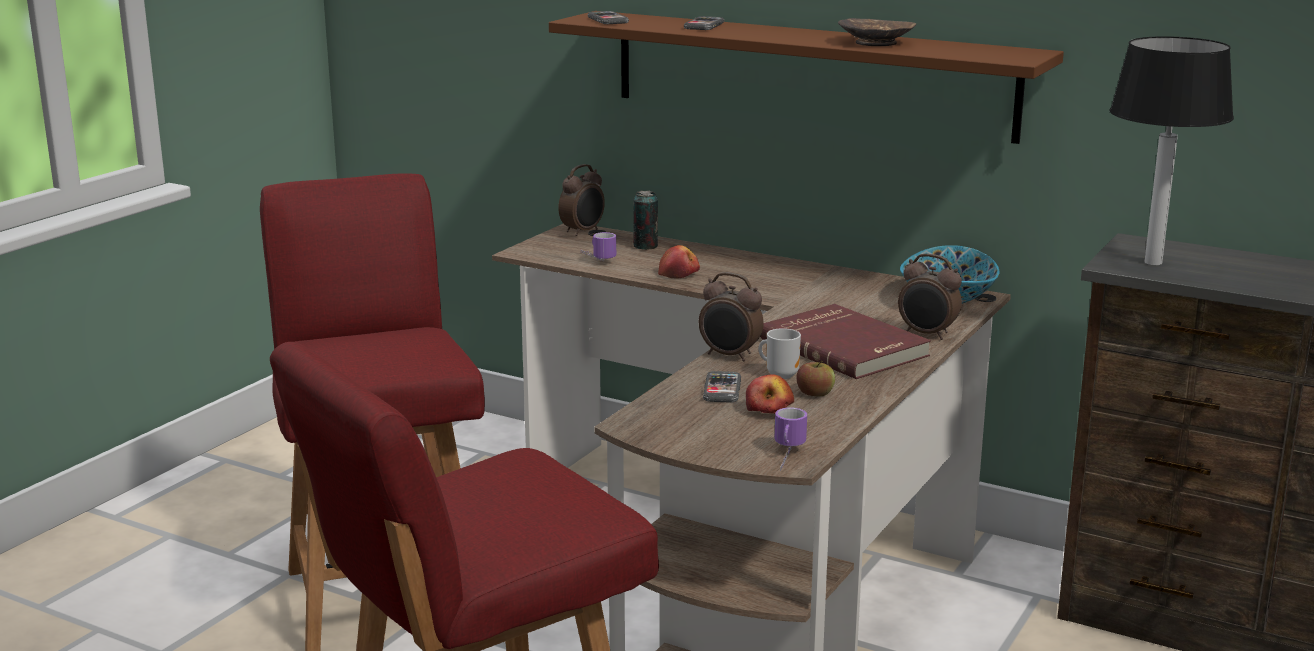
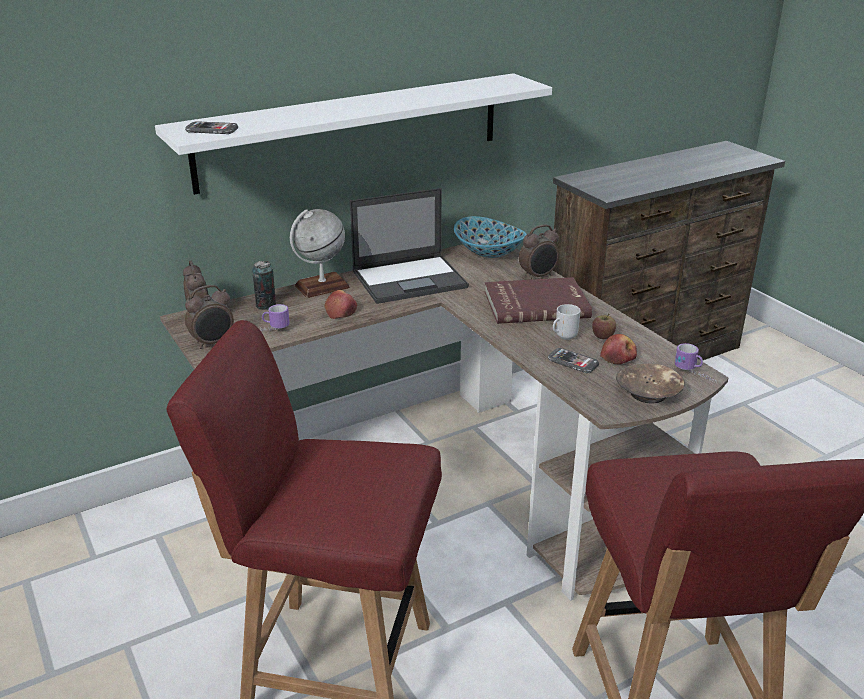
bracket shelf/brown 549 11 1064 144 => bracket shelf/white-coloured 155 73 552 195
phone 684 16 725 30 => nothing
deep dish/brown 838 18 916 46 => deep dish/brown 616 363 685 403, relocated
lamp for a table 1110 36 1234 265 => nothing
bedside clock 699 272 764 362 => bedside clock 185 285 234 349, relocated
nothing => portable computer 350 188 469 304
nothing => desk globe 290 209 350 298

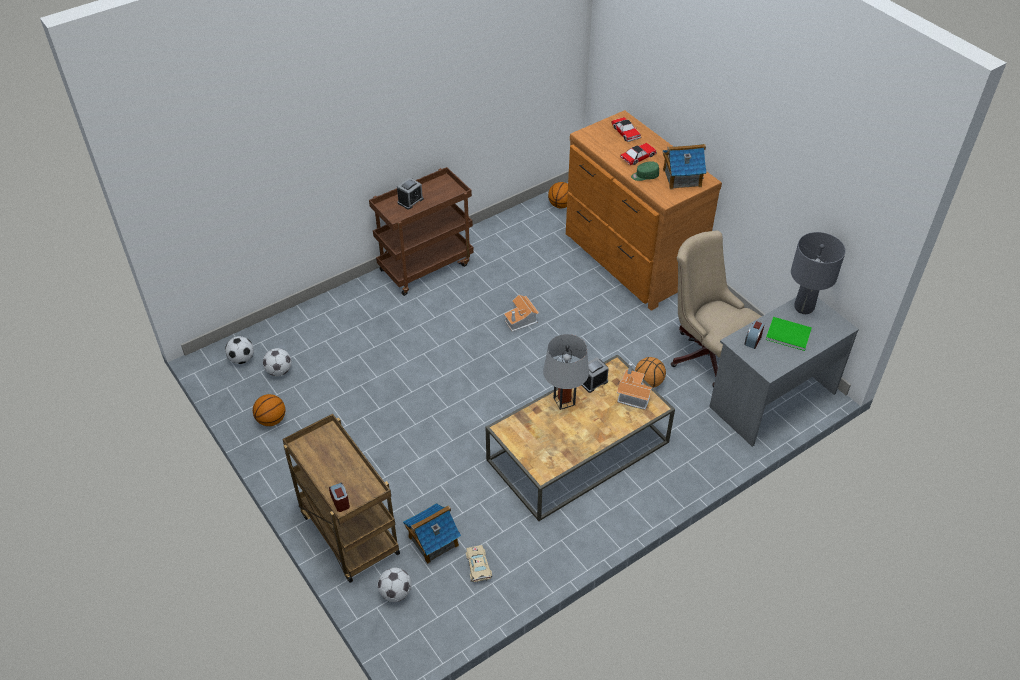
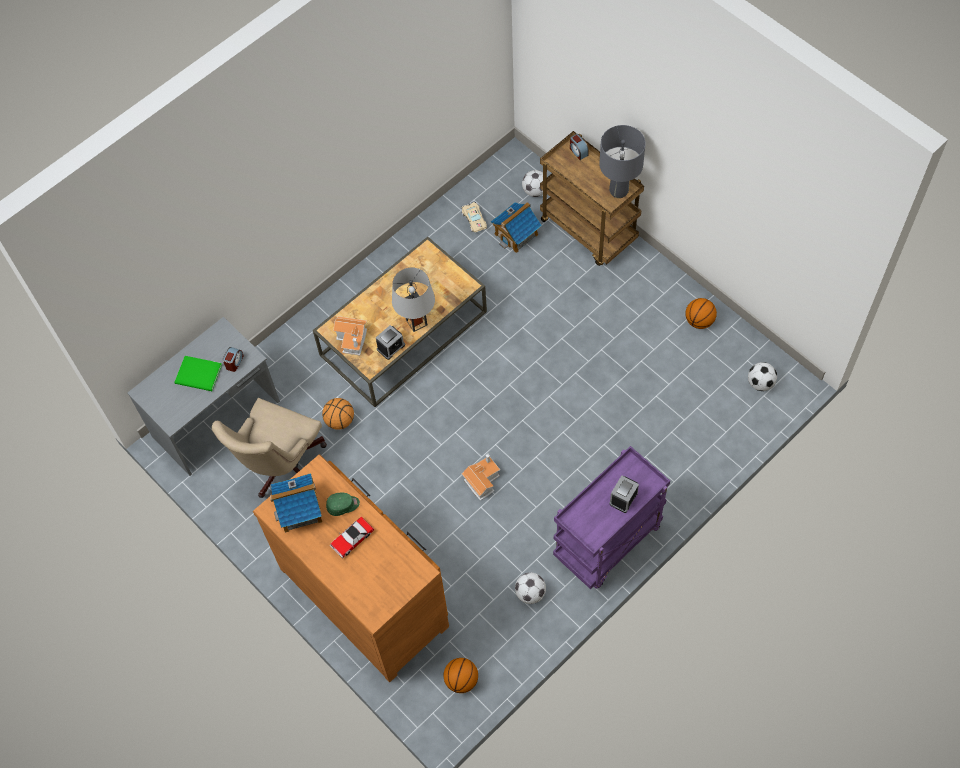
model car 611 117 641 142 => nothing
trolley/brown 369 167 474 296 => trolley/purple-coloured 553 446 670 589
computer chair/sand-coloured 671 231 762 387 => computer chair/sand-coloured 212 398 327 498, 75 degrees clockwise
lamp for a table/greyish 791 232 846 314 => lamp for a table/greyish 599 125 646 198, relocated
football 263 348 292 376 => football 515 572 546 604, relocated

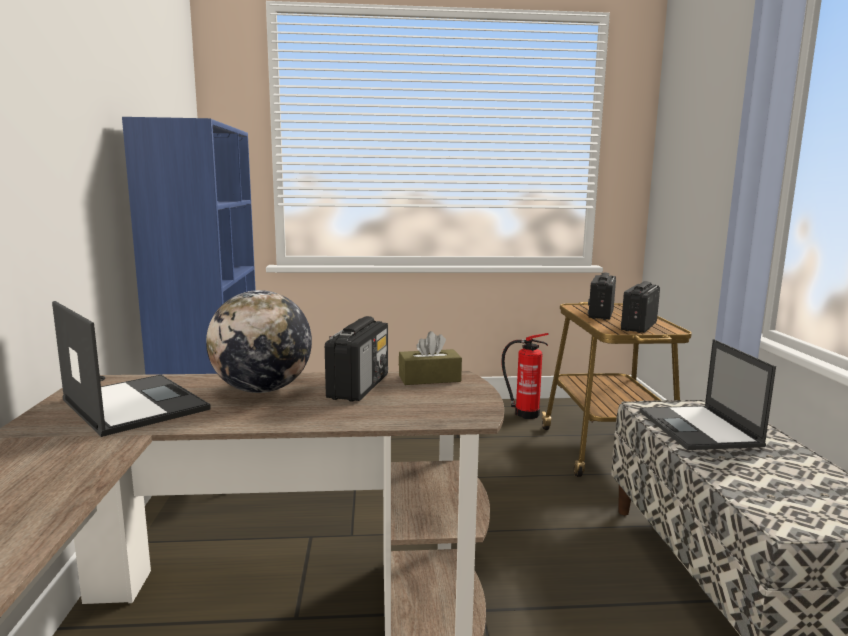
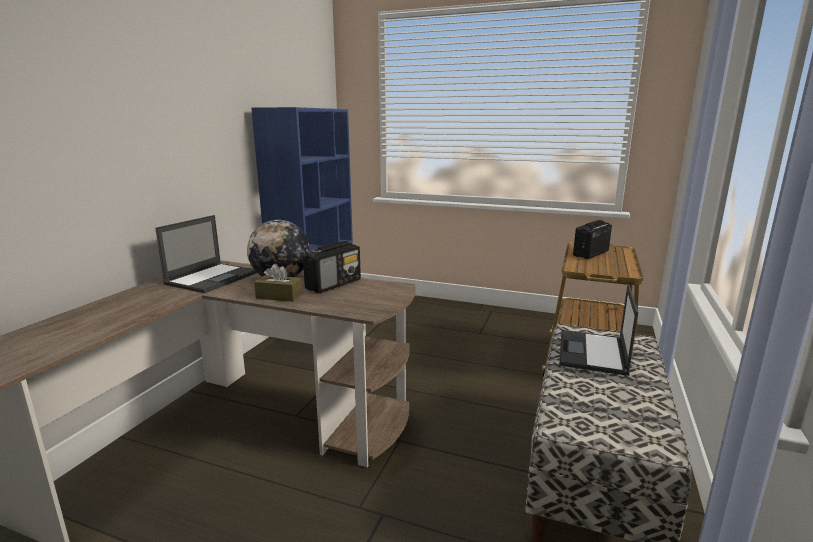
radio receiver 621 281 660 333 => nothing
portable computer 52 301 211 437 => portable computer 155 215 257 293, 45 degrees clockwise
box of tissues/brown 399 331 462 385 => box of tissues/brown 254 264 302 302, relocated
extinguisher 501 333 549 419 => nothing

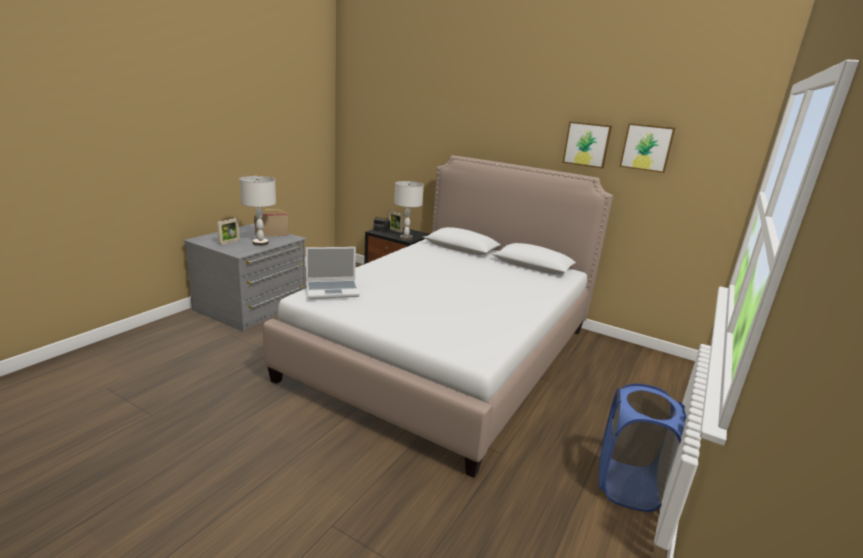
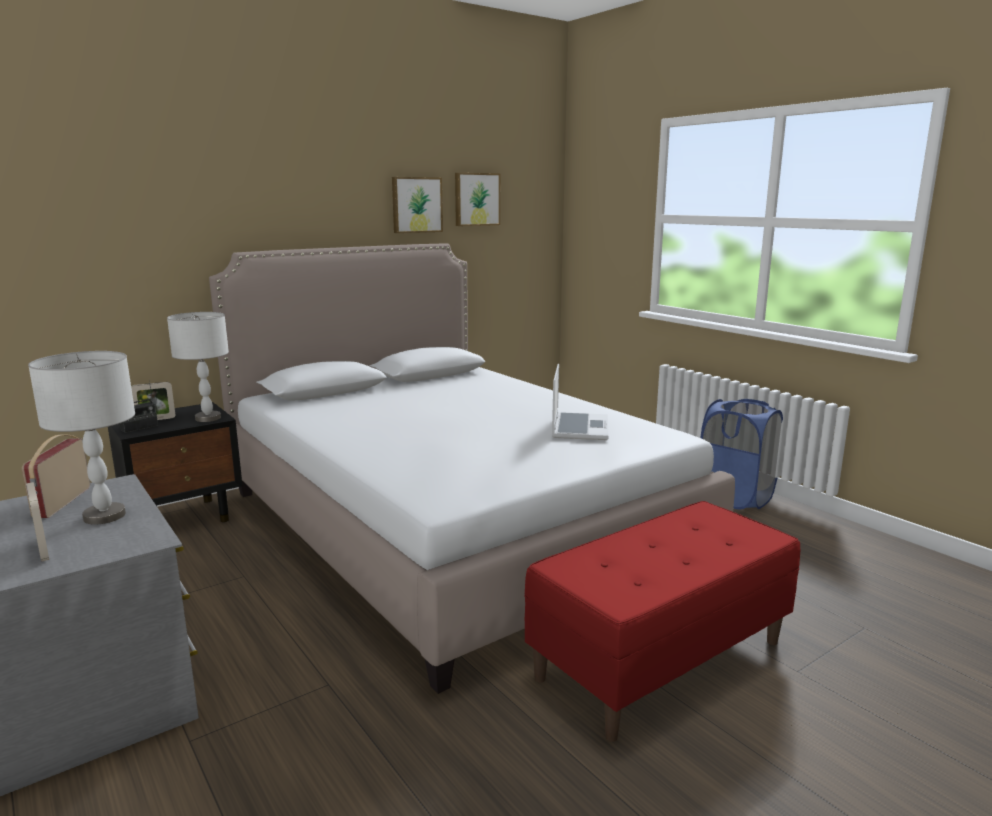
portable computer 306 247 360 299 => portable computer 552 364 608 440, relocated
nothing => long seat/red 524 501 800 742

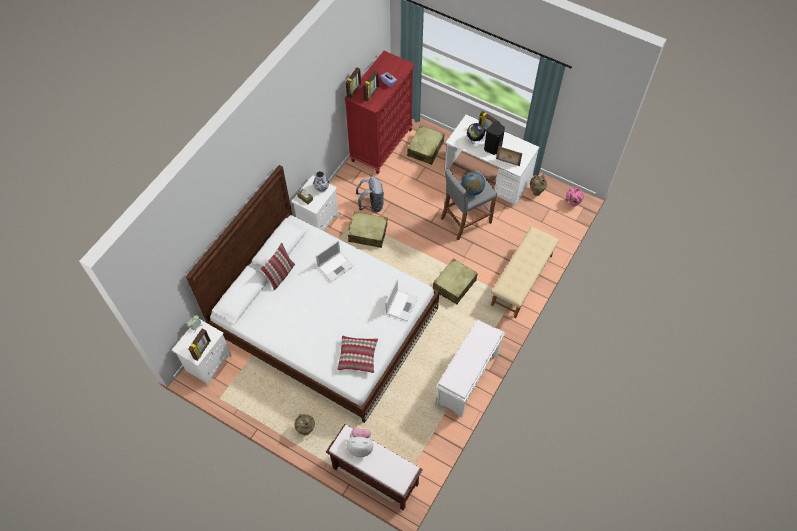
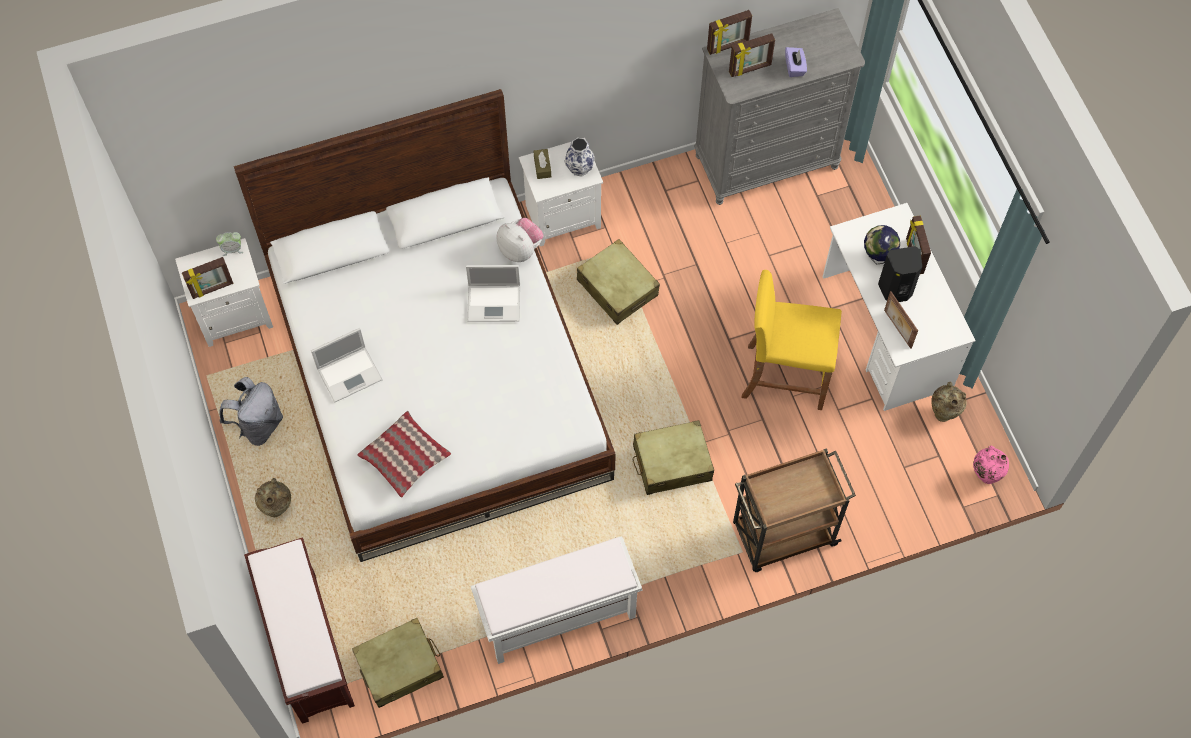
drawer chest/red 344 51 415 174 => drawer chest/greyish 694 8 865 205
travel case/sand-coloured 407 125 444 165 => travel case/sand-coloured 352 618 444 708, relocated
sitting stool/greyish 441 169 497 241 => sitting stool/yellow-coloured 741 270 842 410
desk globe 461 172 485 196 => nothing
backpack/greyish 356 176 384 213 => backpack/greyish 219 377 283 446, relocated
long seat/sand-coloured 491 227 559 318 => trolley/brown 733 448 856 572
throw pillow 260 243 295 290 => nothing
portable computer 385 279 418 321 => portable computer 311 328 383 403, relocated
soft toy 347 429 373 457 => soft toy 497 218 544 262, relocated

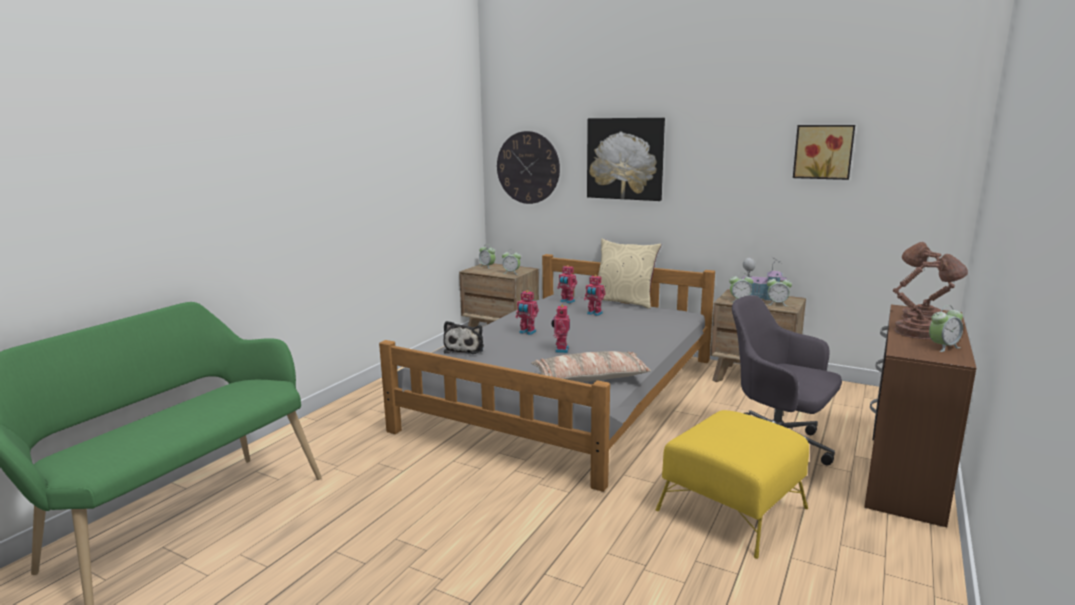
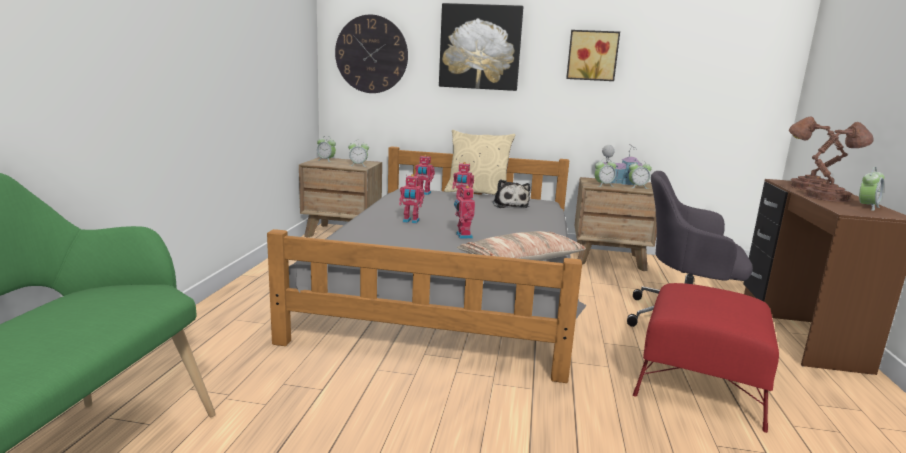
wall art 793 125 855 180 => wall art 566 30 620 81, relocated
soft toy 444 321 484 354 => soft toy 493 179 530 208, relocated
footrest/yellow-coloured 656 410 809 559 => footrest/red 633 283 779 433

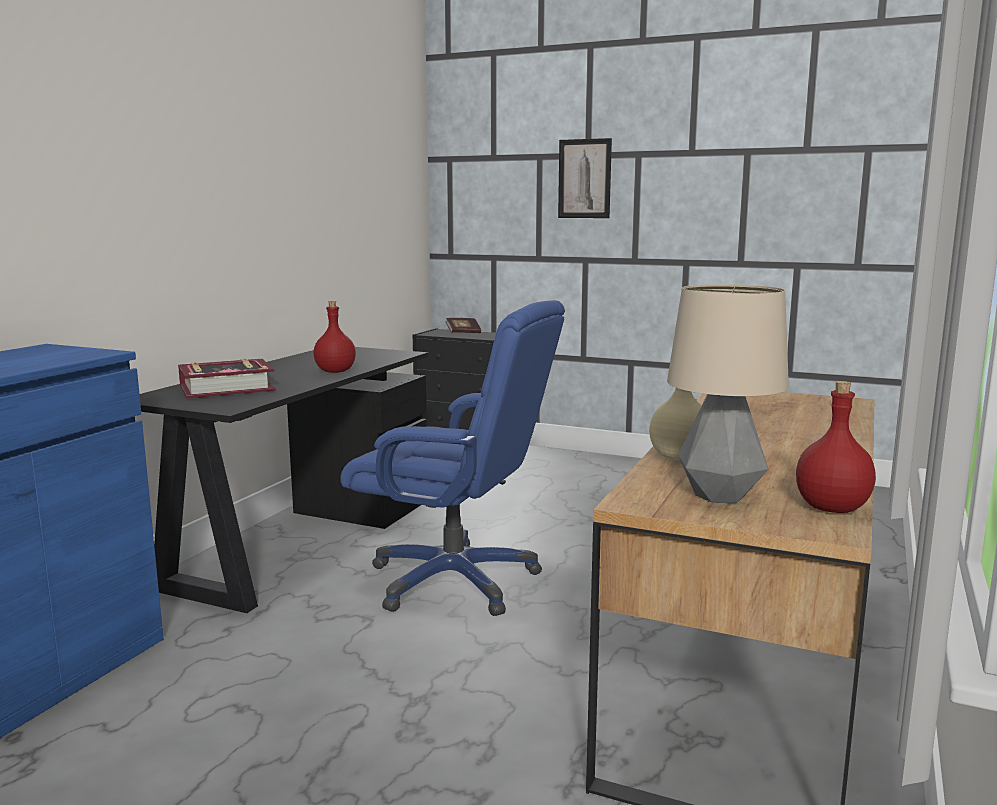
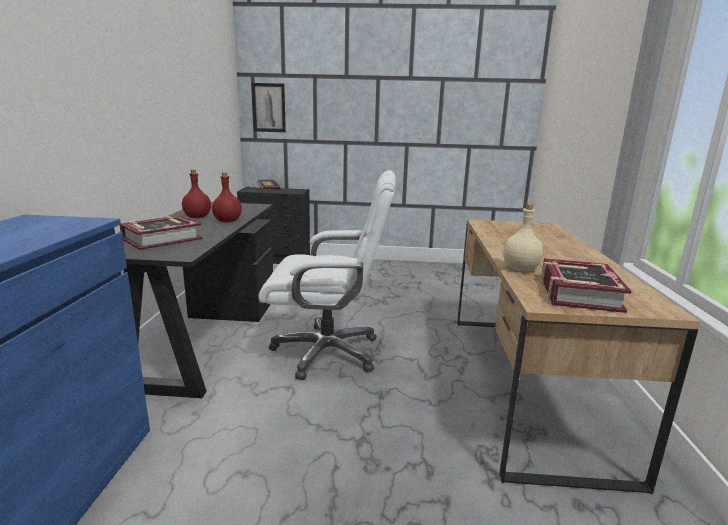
wall art 558 138 612 218 => wall art 252 83 286 132, relocated
lamp for a table 667 284 789 503 => volume 541 258 631 313
computer chair/bluish 340 300 565 616 => computer chair/white-coloured 259 170 396 380
bottle/red 796 381 876 513 => bottle/red 182 169 211 218, relocated

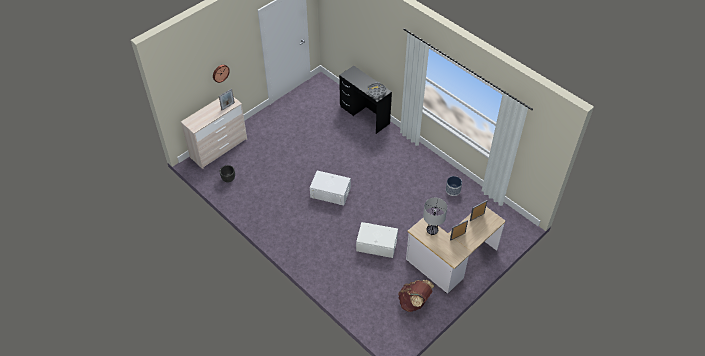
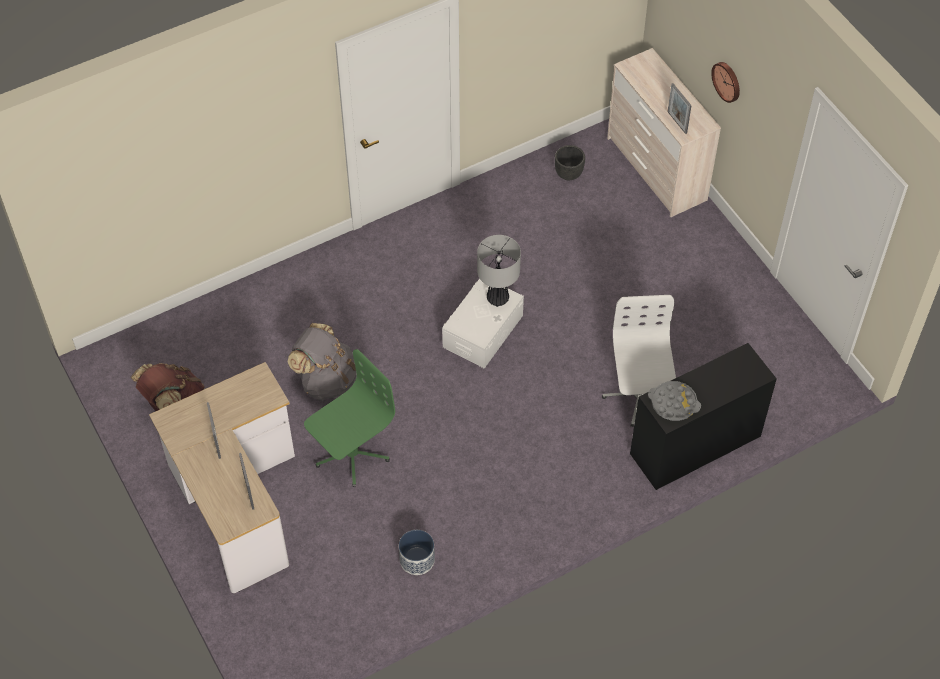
lamp for a table 423 198 447 235 => lamp for a table 477 235 521 307, relocated
storage box/white-coloured 356 222 398 258 => backpack/greyish 287 323 357 401
nothing => computer chair/white-coloured 602 295 676 427
nothing => computer chair/green-coloured 304 349 395 487

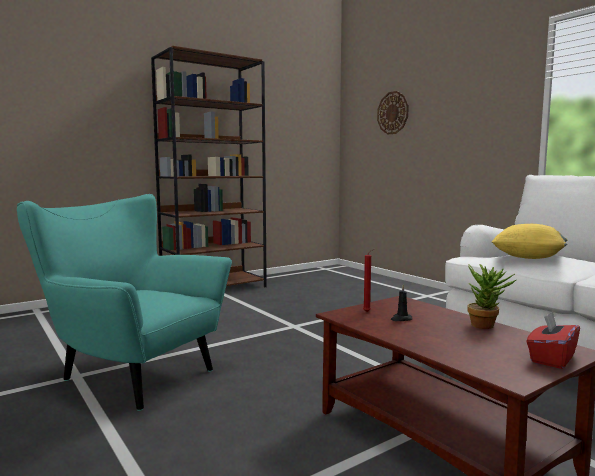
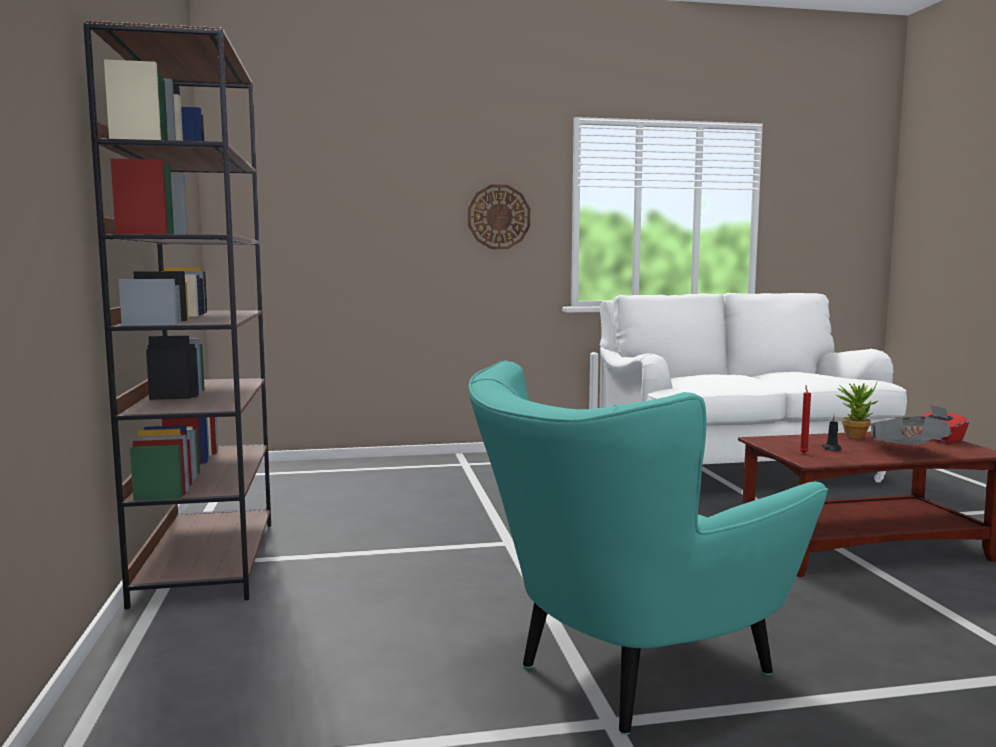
wall clock 377 91 409 135 => wall clock 468 184 530 249, relocated
throw pillow/yellow-coloured 492 224 568 259 => nothing
nothing => daily paper 870 416 952 445

